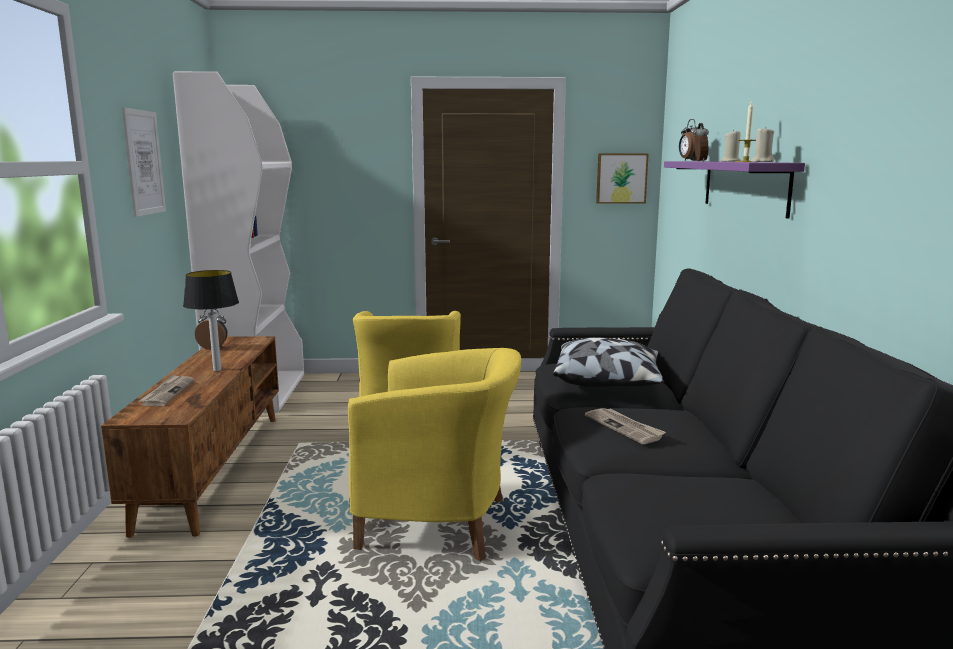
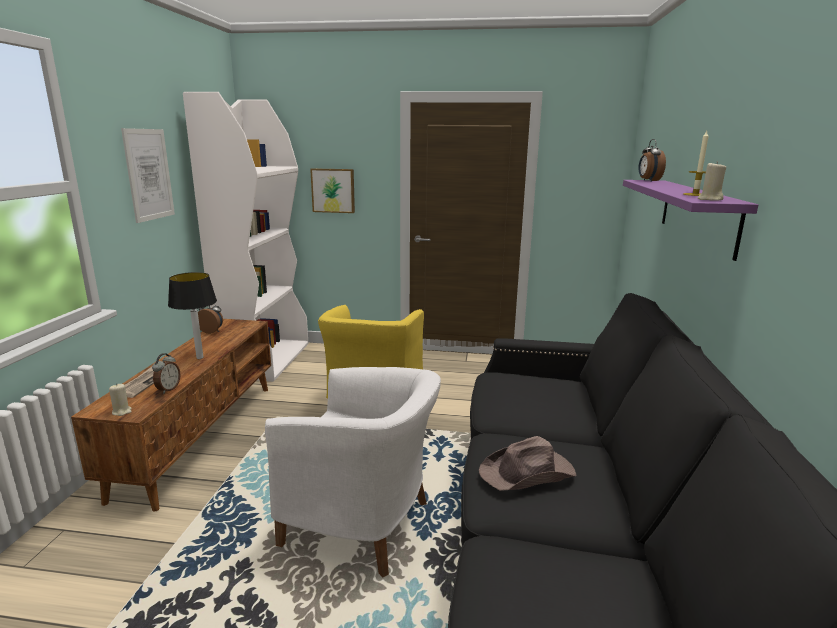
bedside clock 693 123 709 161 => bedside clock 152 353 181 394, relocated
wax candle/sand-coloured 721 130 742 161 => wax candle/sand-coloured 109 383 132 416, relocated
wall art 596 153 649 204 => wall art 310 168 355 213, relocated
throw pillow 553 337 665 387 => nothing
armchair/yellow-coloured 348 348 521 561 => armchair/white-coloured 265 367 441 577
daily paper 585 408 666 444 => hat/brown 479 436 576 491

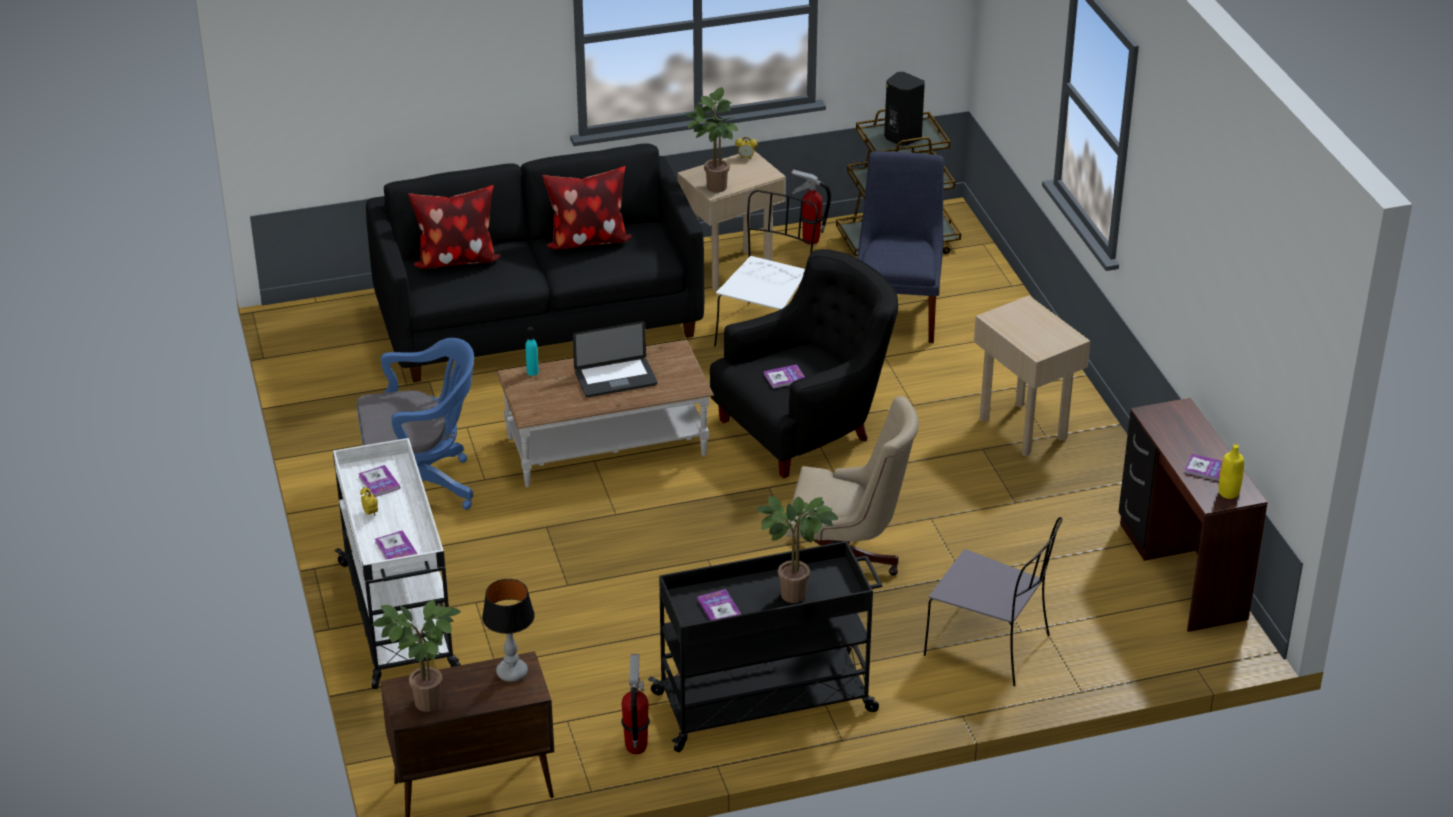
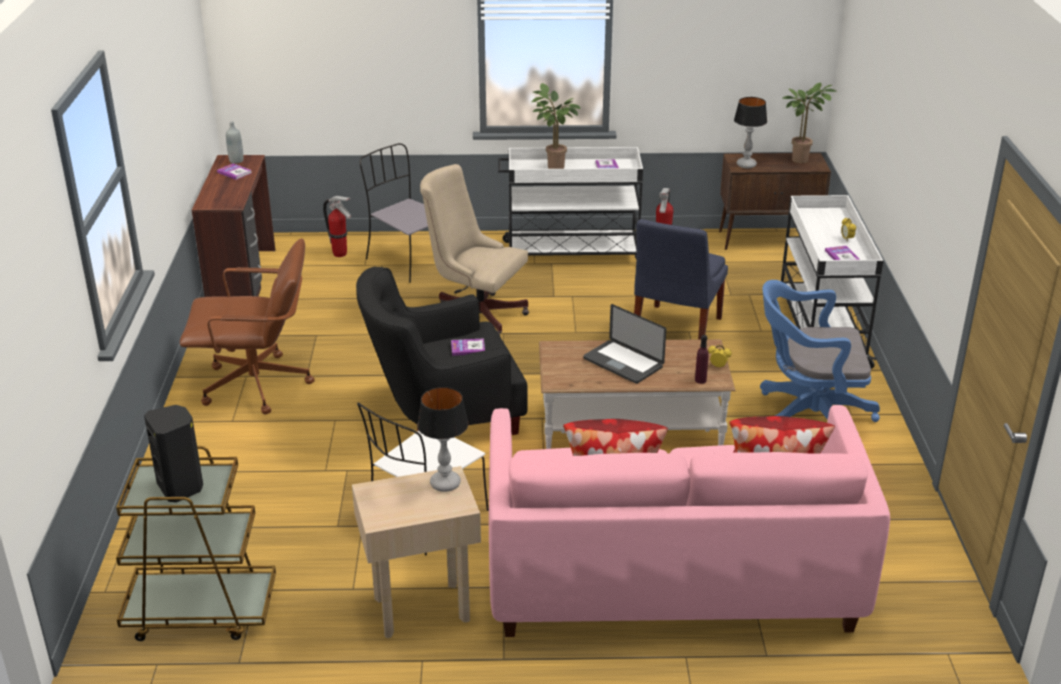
houseplant 686 87 738 193 => lamp for a table 417 387 469 492
bedside clock 735 137 758 159 => bedside clock 708 345 732 367, relocated
couch/blackish 366 143 704 383 => couch/pink 489 405 890 637
chair/bluish 857 151 944 343 => chair/bluish 634 219 728 340, relocated
extinguisher 791 169 831 245 => extinguisher 323 196 352 257, relocated
accent table/sand-coloured 974 296 1090 456 => computer chair/brown 180 238 315 414
portable computer 573 321 657 397 => portable computer 583 304 666 384, 135 degrees counterclockwise
bottle/turquoise-coloured 525 327 539 376 => bottle/purple-coloured 695 335 709 384
bottle/yellow-coloured 1219 444 1244 499 => bottle/greyish 226 121 244 164
volume 375 530 417 560 => nothing
trolley/blackish 648 541 882 752 => trolley/white-coloured 498 147 643 260

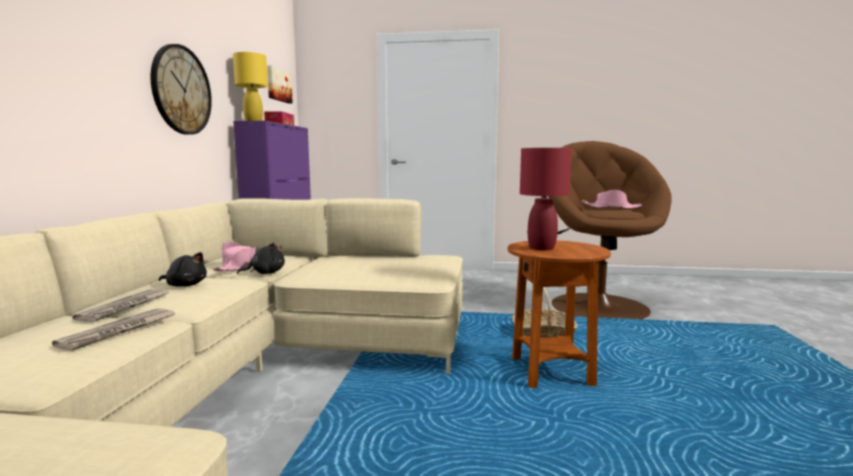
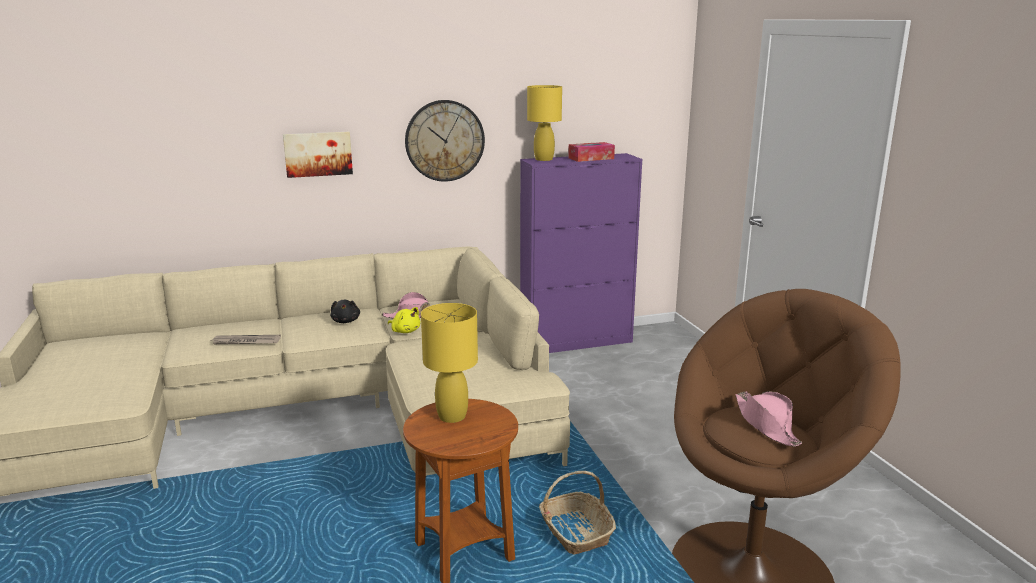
wall art 267 65 293 104 => wall art 283 132 353 178, relocated
lamp for a table/red 520 148 572 251 => lamp for a table/yellow-coloured 421 303 478 423
soft toy/blackish 237 243 285 274 => soft toy/yellow-coloured 388 307 421 333
daily paper 72 289 170 322 => nothing

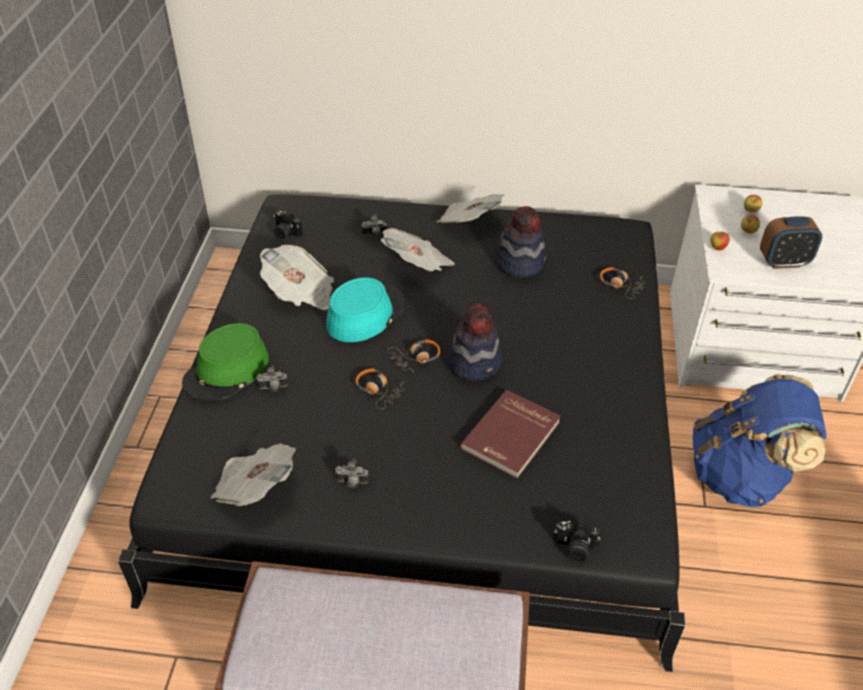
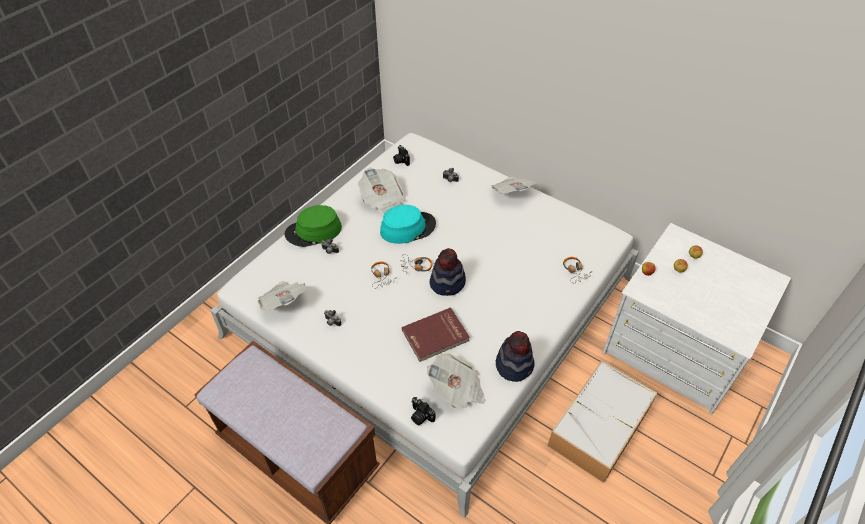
bed/blackish 118 194 686 672 => bed/white-coloured 210 133 639 517
hat 496 206 546 278 => hat 496 331 534 382, relocated
bedside clock 760 216 822 269 => nothing
daily paper 380 228 455 272 => daily paper 427 354 485 407, relocated
backpack/bluish 693 374 827 507 => storage box 547 360 657 483

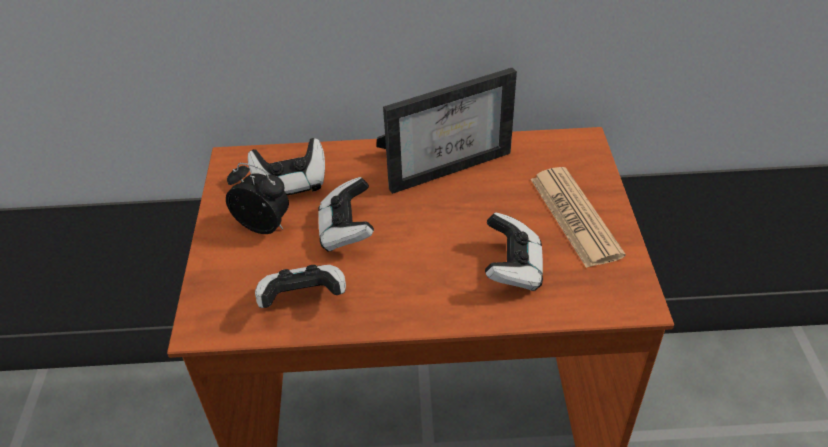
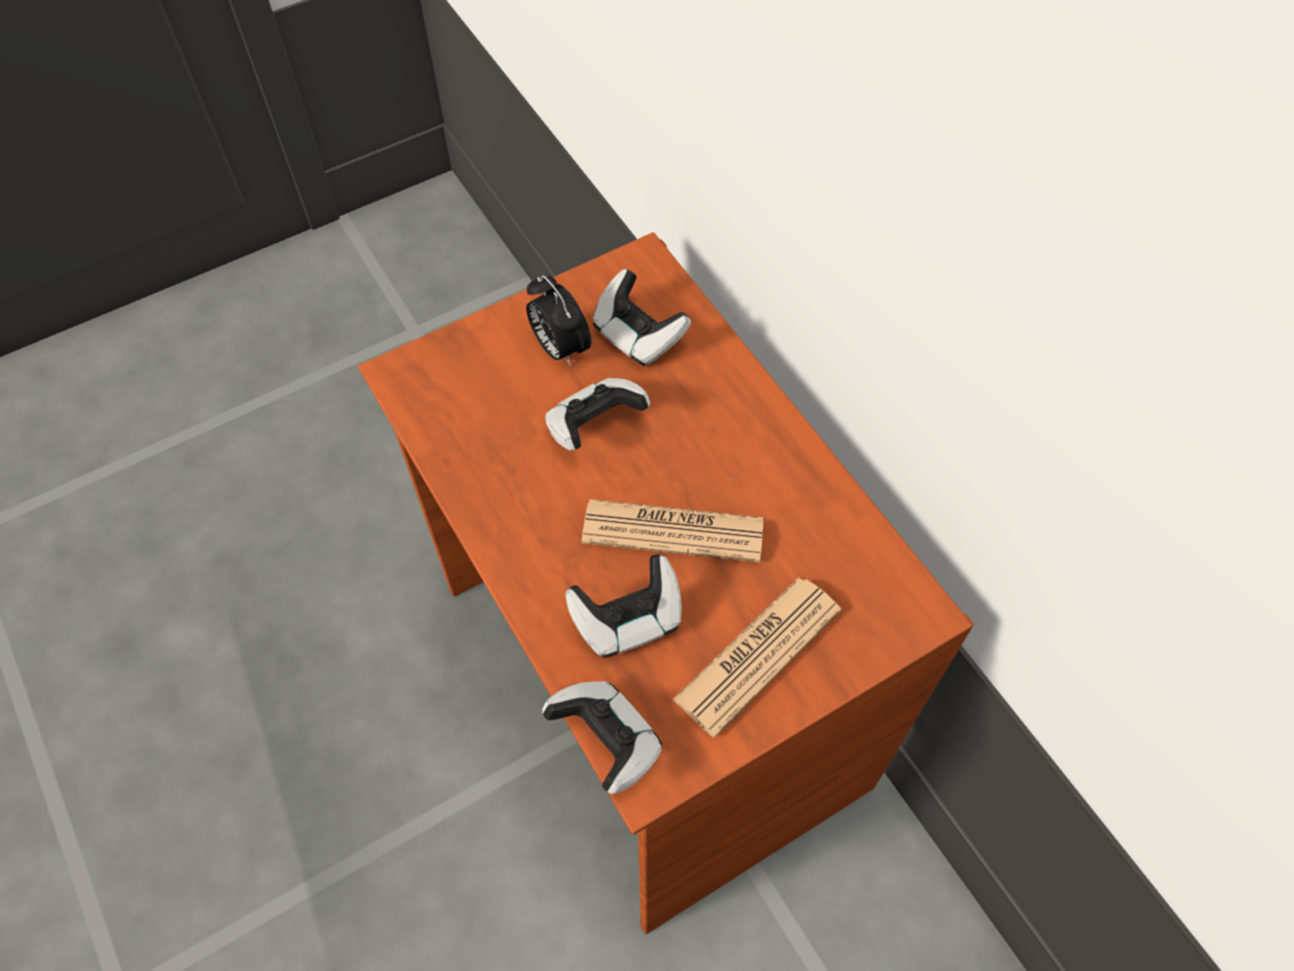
photo frame 377 67 517 194 => nothing
bedside clock 226 163 289 234 => bedside clock 526 275 591 366, 150 degrees clockwise
game controller 255 265 346 308 => game controller 542 681 662 794, relocated
nothing => daily paper 582 499 763 563

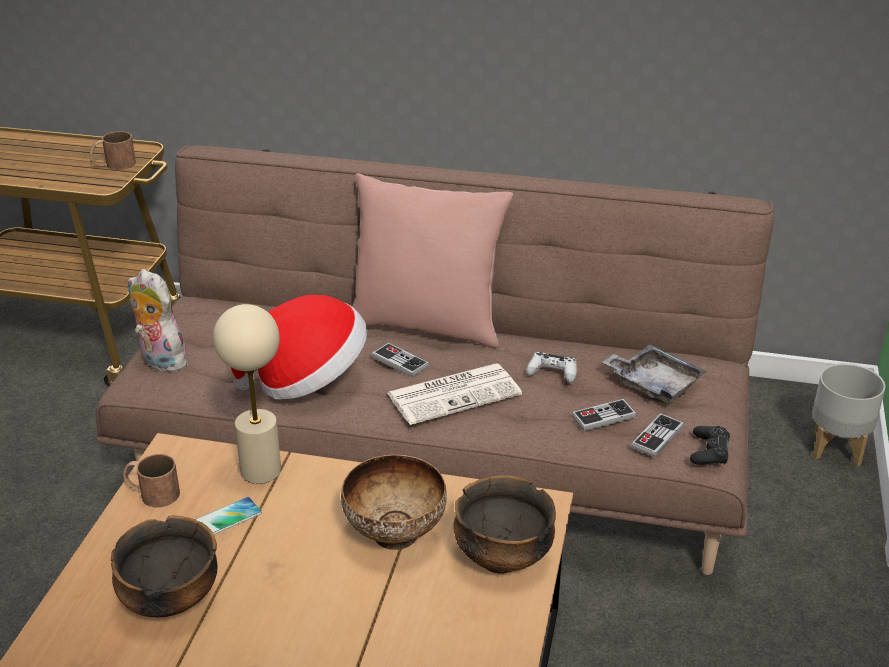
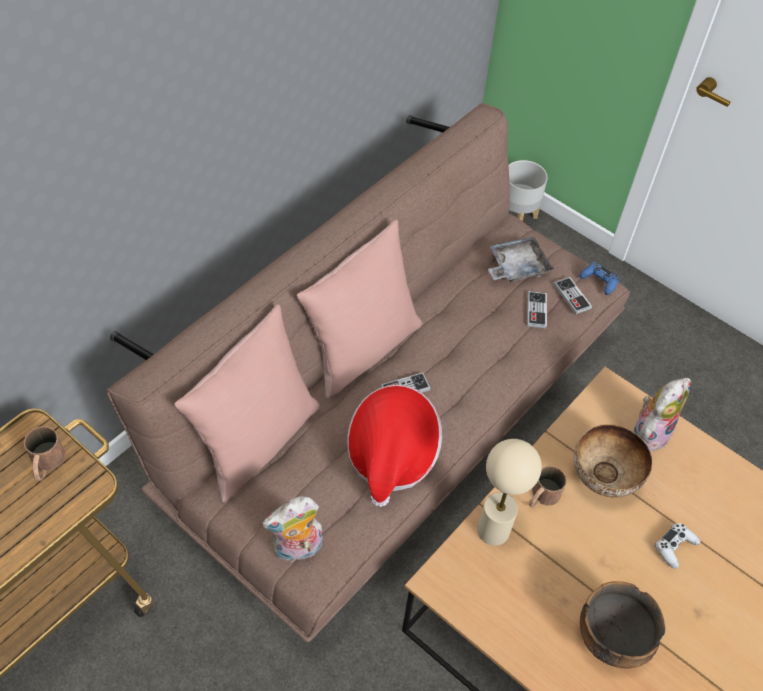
game controller/white-coloured 526 352 577 383 => game controller/white-coloured 655 523 700 569, relocated
daily paper 387 363 522 425 => nothing
game controller/blackish 690 426 730 465 => game controller/bluish 579 262 619 295
mug/brown 123 454 180 507 => mug/brown 529 466 567 508, relocated
deep dish 453 475 556 574 => soft toy 633 378 691 451
phone 195 497 262 535 => nothing
nothing => throw pillow/pink 174 304 320 502

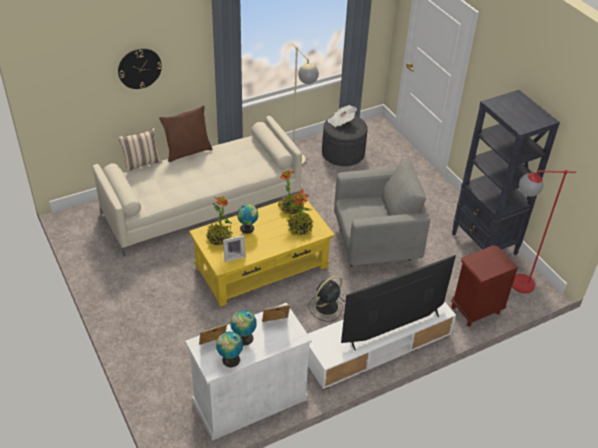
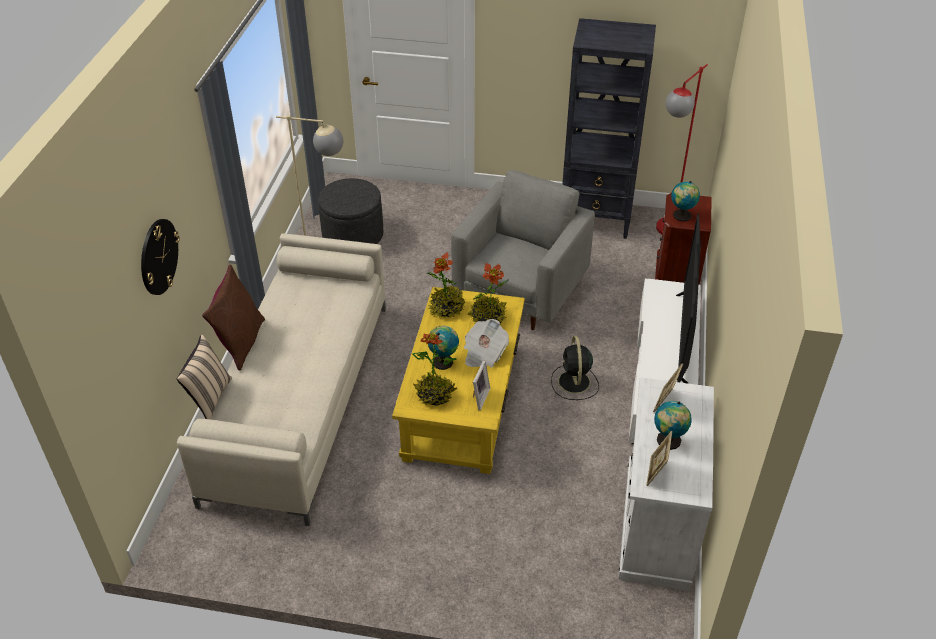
daily paper 327 105 357 127 => daily paper 464 319 509 368, relocated
desk globe 216 332 243 368 => desk globe 671 181 700 221, relocated

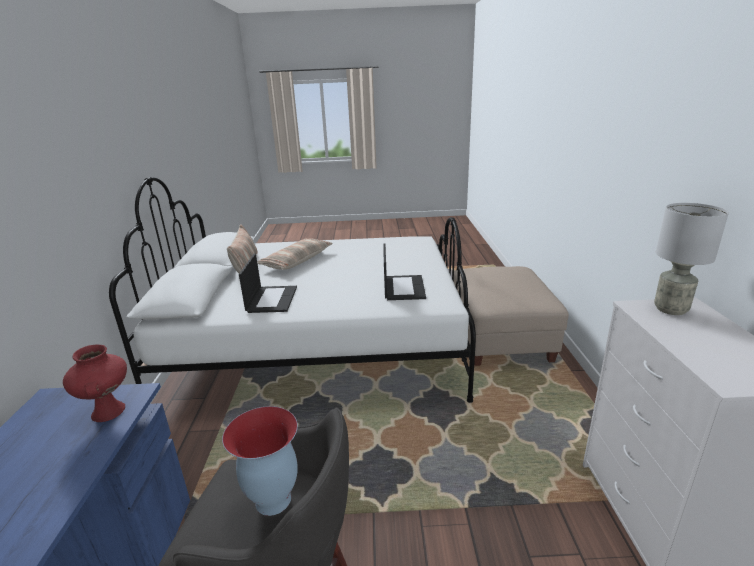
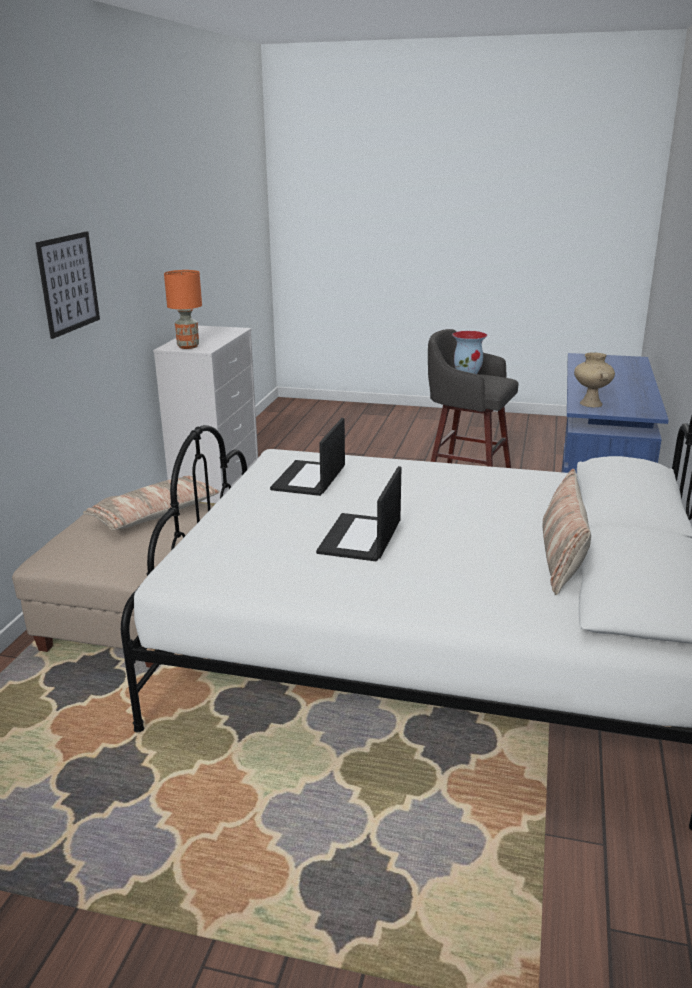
lamp for a table/greyish 654 203 729 315 => lamp for a table/orange 164 270 202 349
throw pillow 257 238 333 270 => throw pillow 83 476 220 530, relocated
portable computer 239 253 297 313 => portable computer 316 466 402 561, relocated
decorative vase/red 63 344 127 422 => decorative vase/sand-coloured 574 353 615 407
nothing => wall art 35 231 100 339

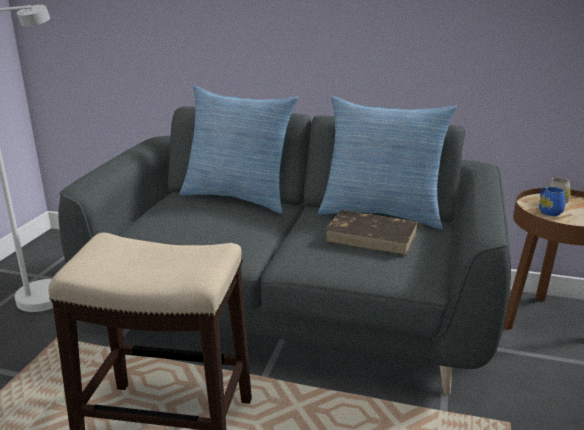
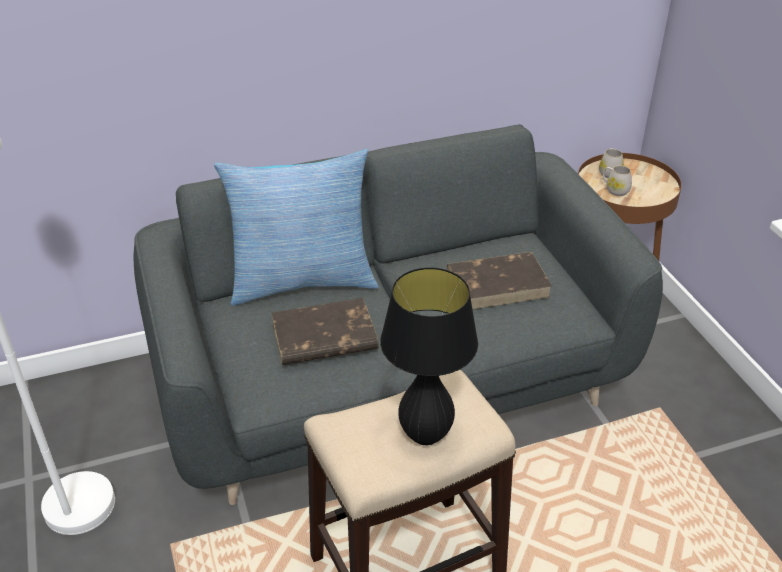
throw pillow 318 96 457 229 => nothing
mug/bluish 539 187 565 216 => mug/white-coloured 603 165 632 196
nothing => lamp for a table/blackish 380 268 478 445
nothing => volume/brown 271 298 379 365

